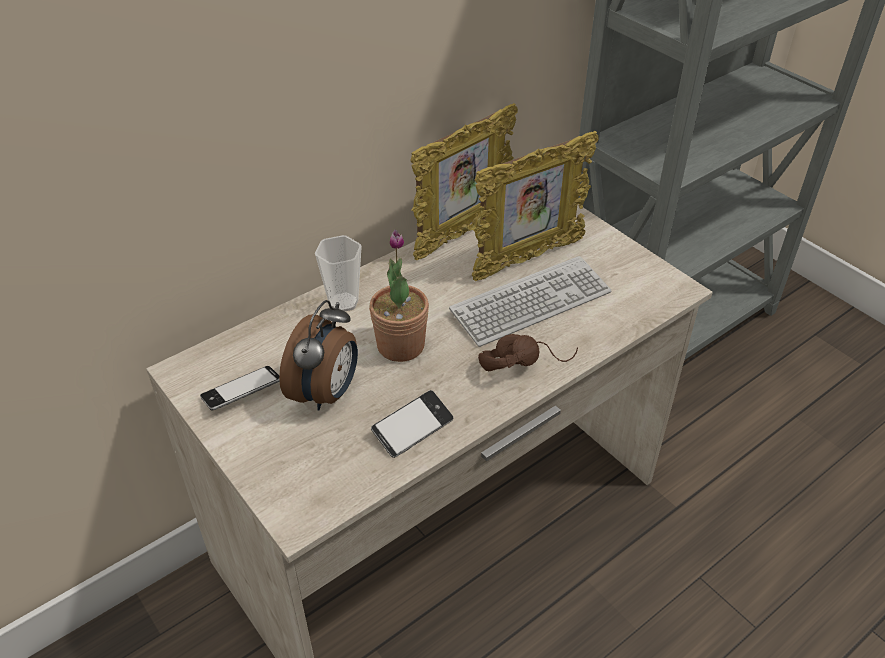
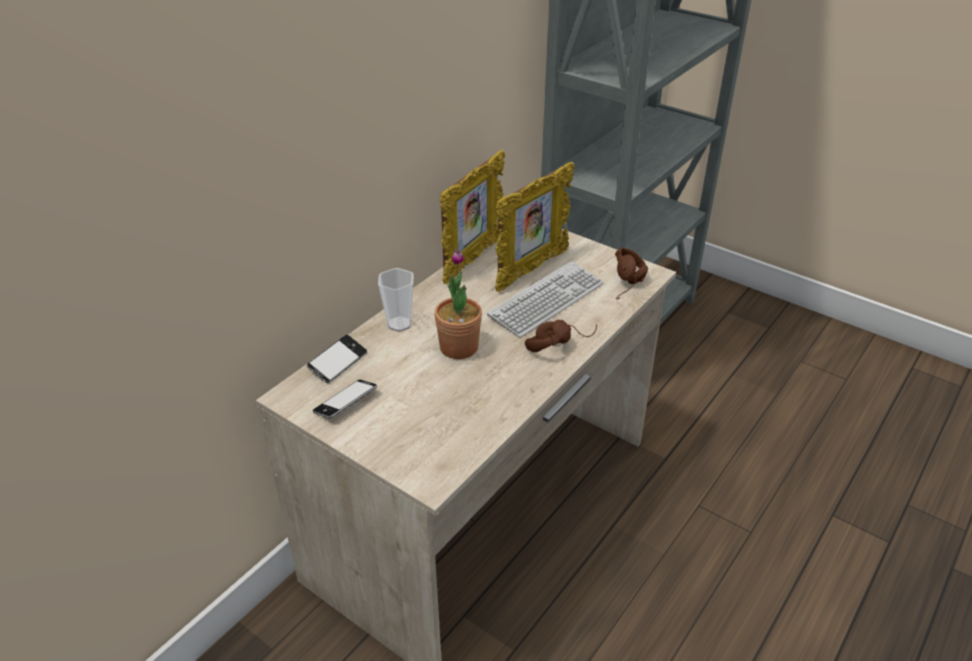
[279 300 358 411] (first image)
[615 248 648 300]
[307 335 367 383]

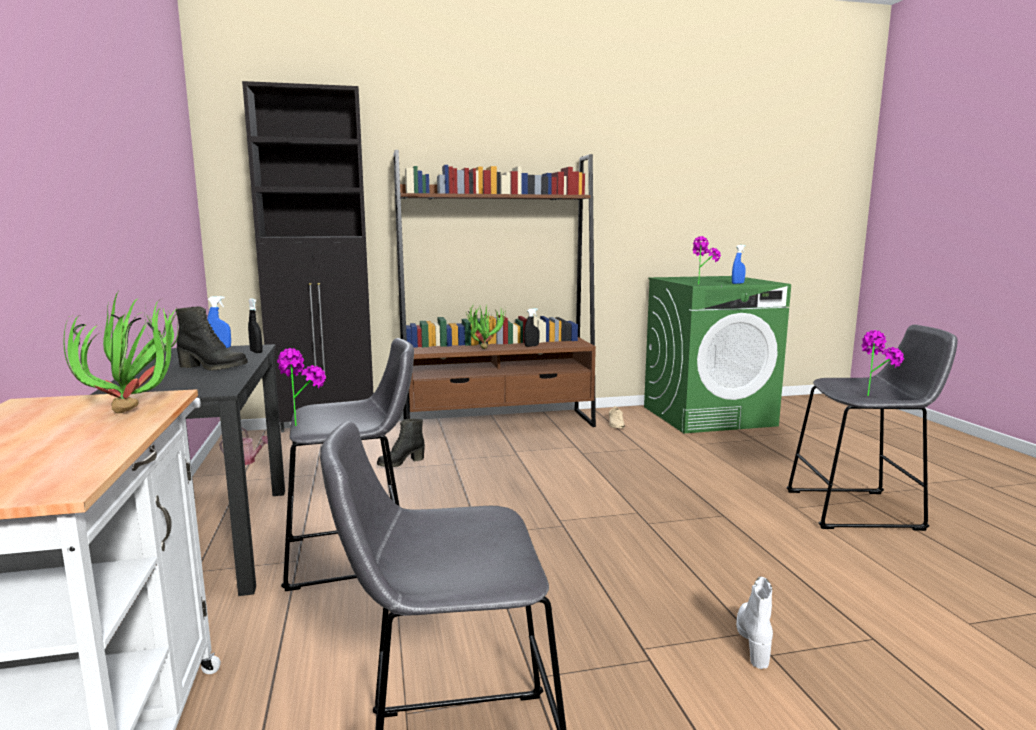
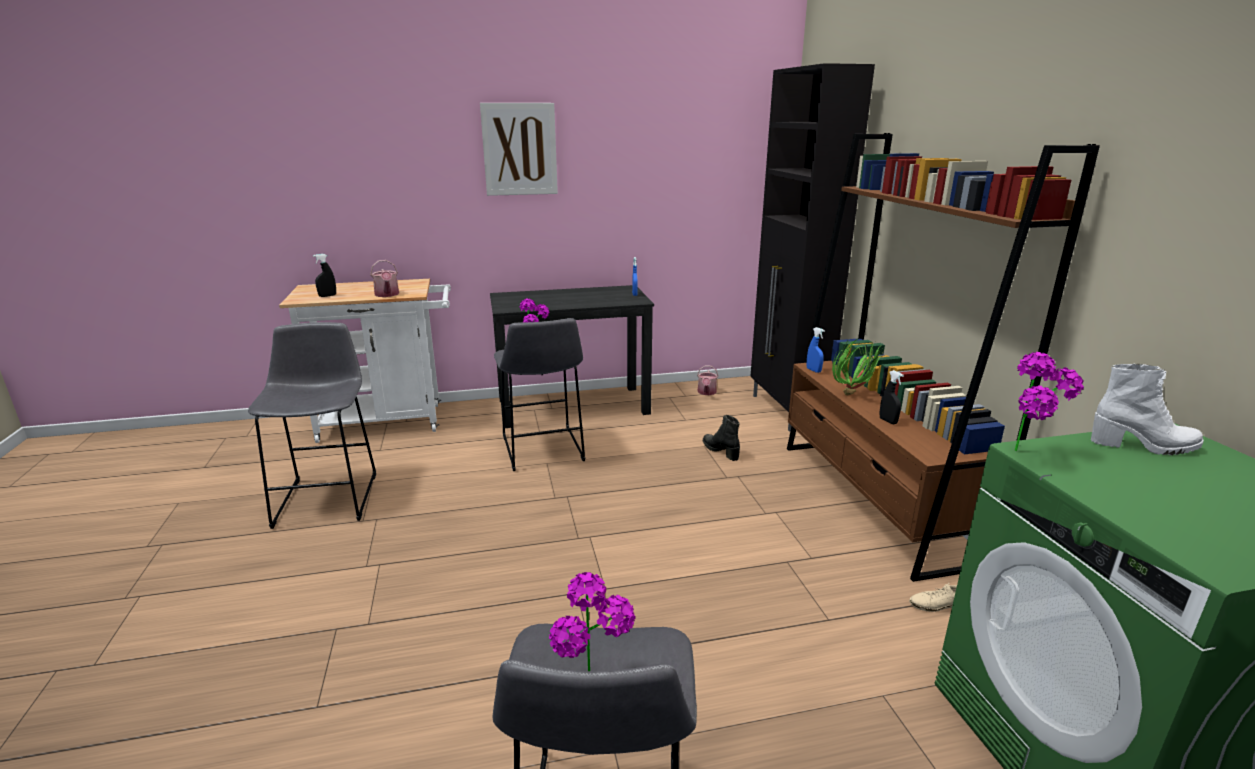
[176 306 248 371] (first image)
[480 103 558 196]
[313 254 336 297]
[806 327 825 373]
[1091 364 1204 455]
[370 260 399 297]

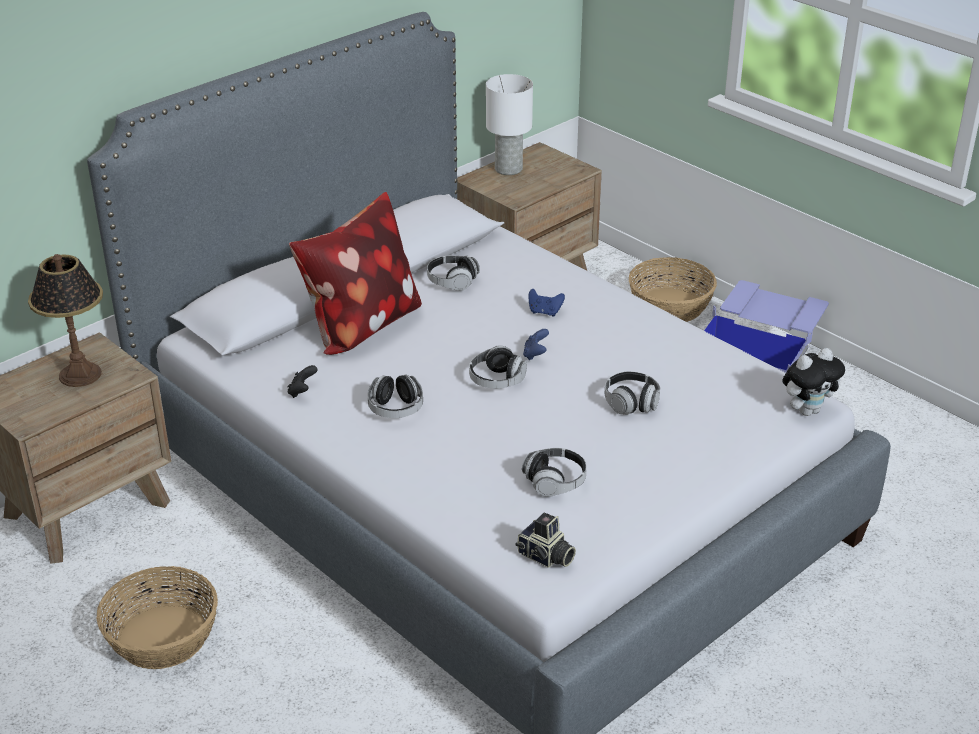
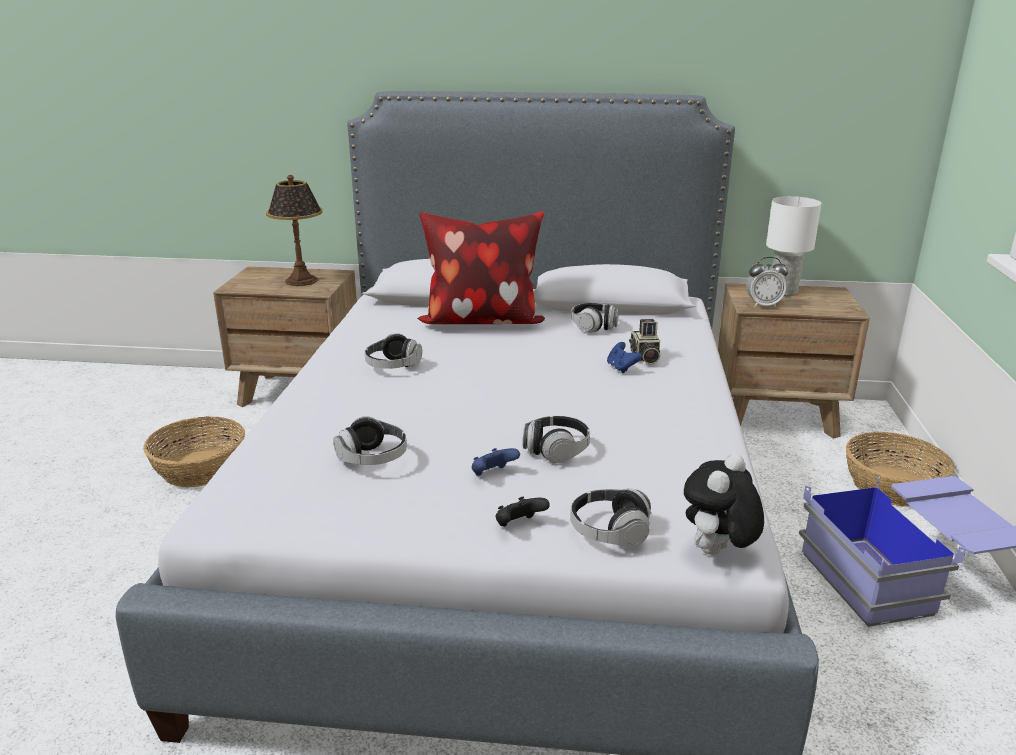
[746 257 788 307]
[496 497 550 526]
[570 488 652 547]
[629 319 660 365]
[472 448 520 476]
[684 453 764 555]

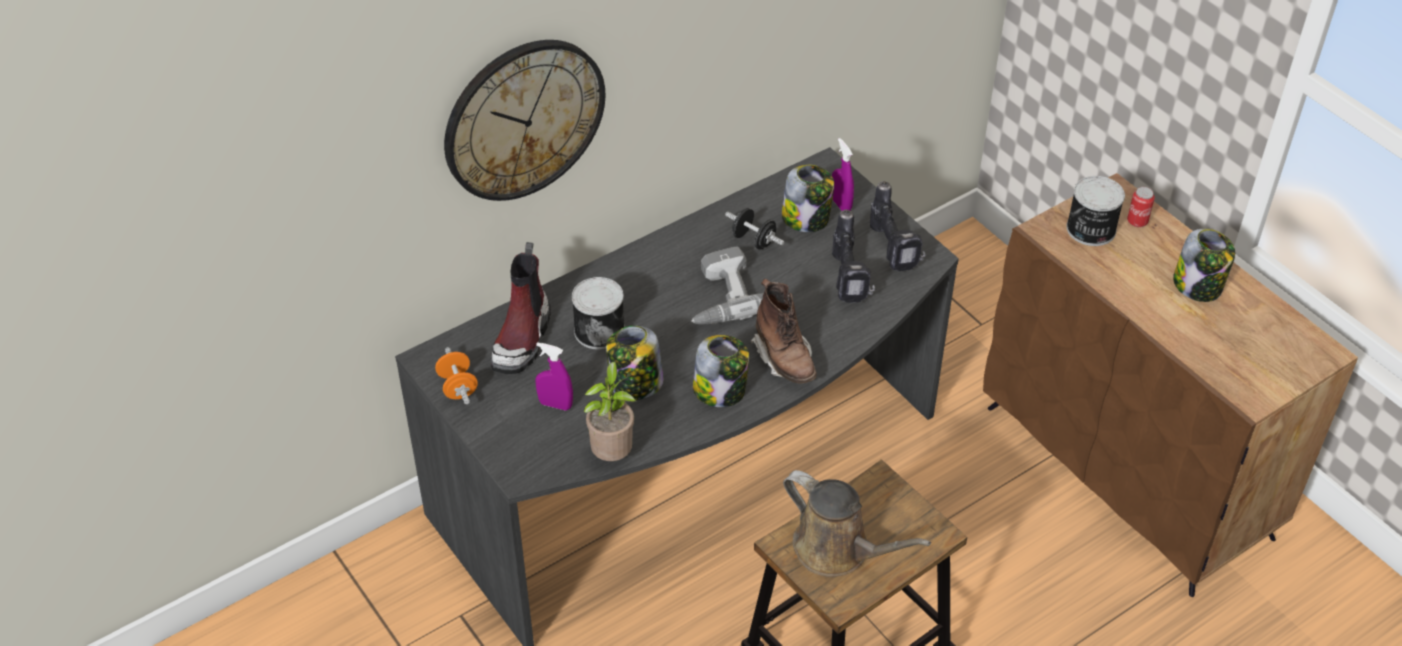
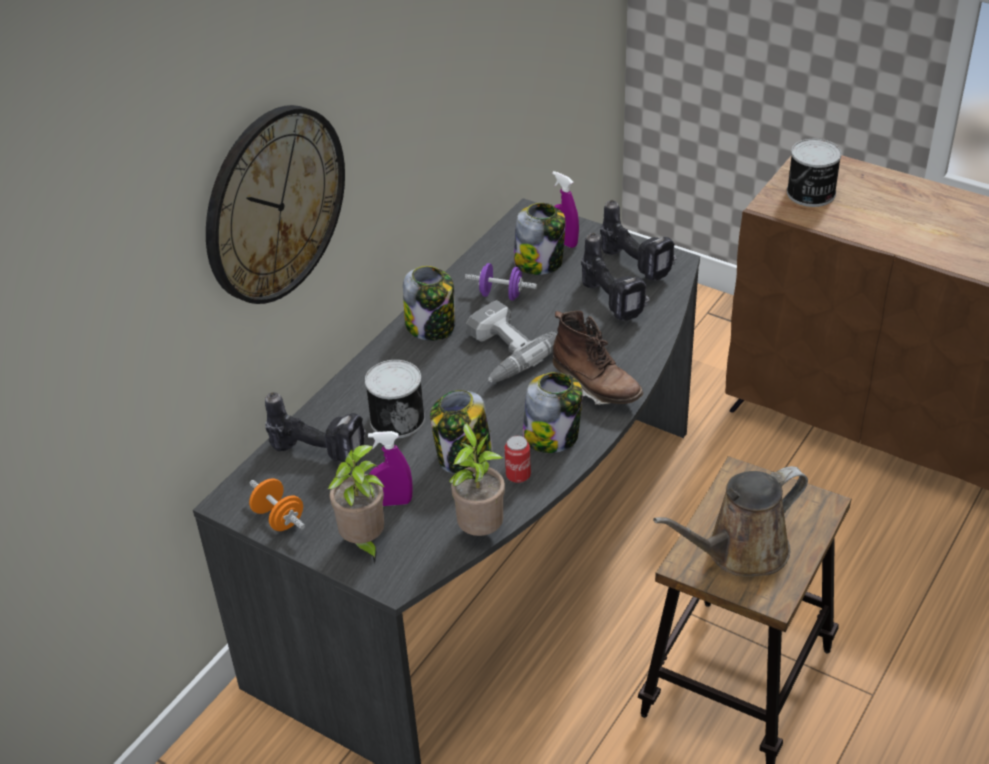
[327 445 385 564]
[505 436 531 483]
[403 266 455 341]
[265 392 366 462]
[465 263 537 301]
[653 466 808 576]

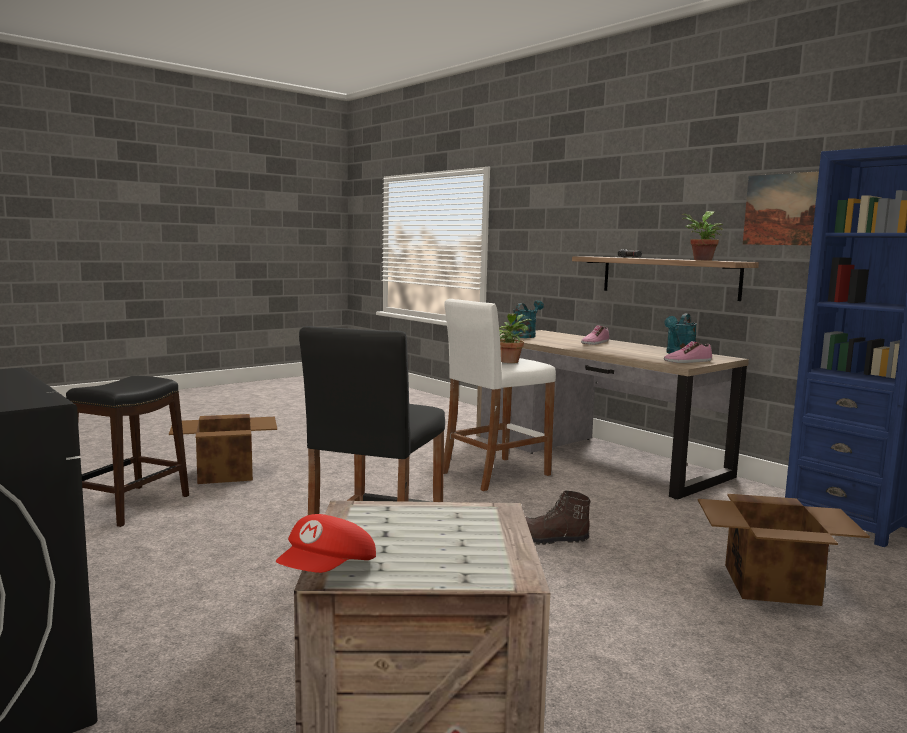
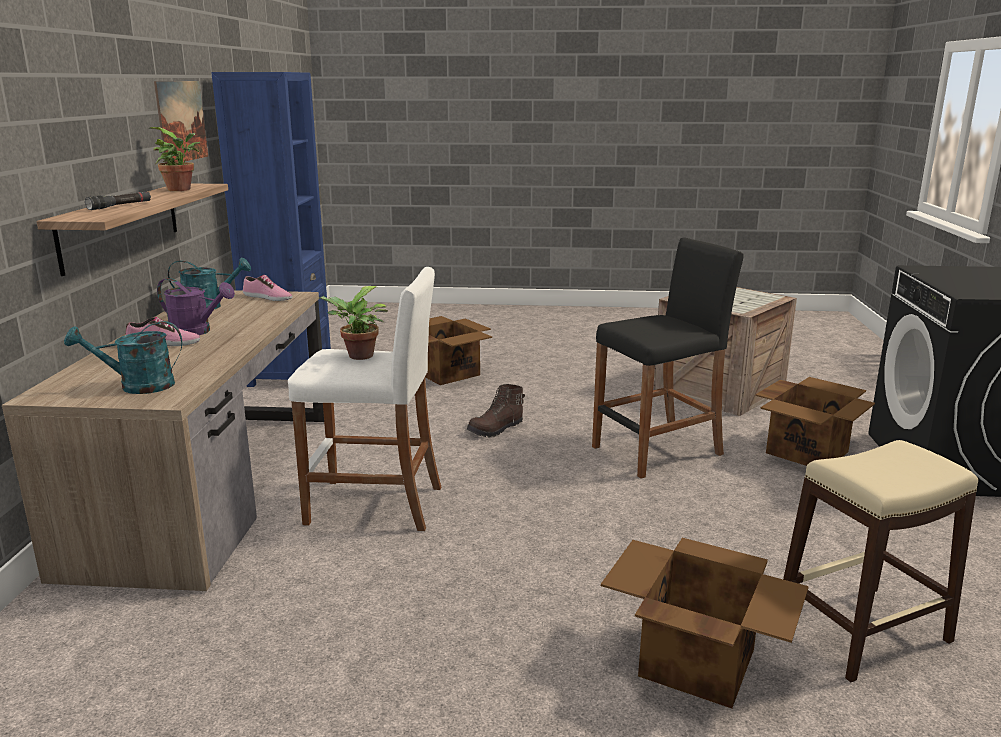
[276 514 376 573] (first image)
[157 278 235 335]
[755 377 875 466]
[783 440 978 682]
[467 384 525 437]

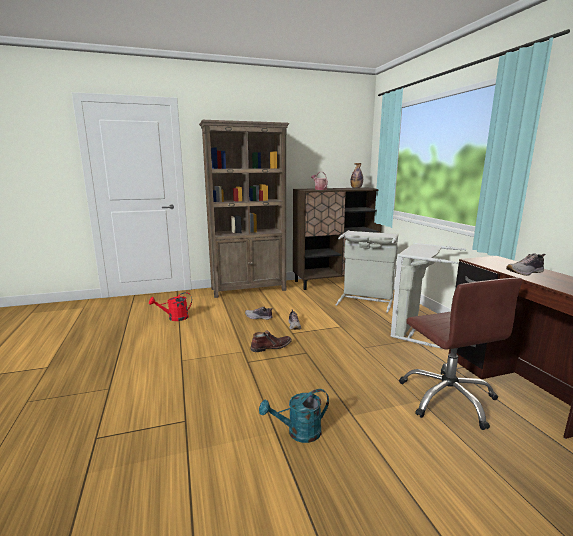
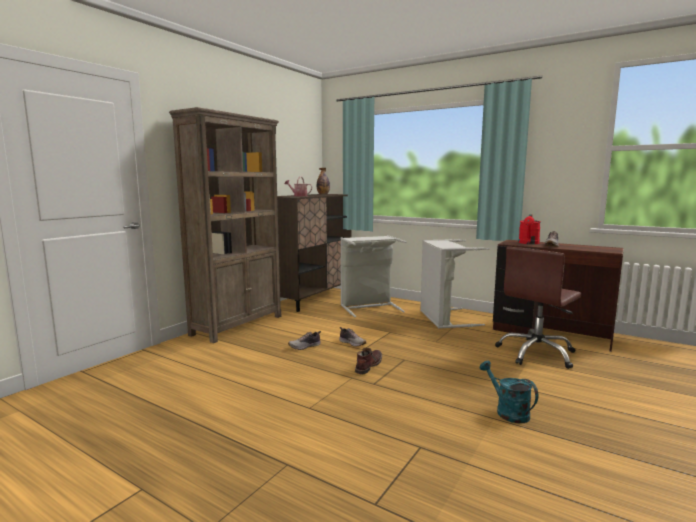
[518 214 541 244]
[480 361 538 423]
[495 247 581 369]

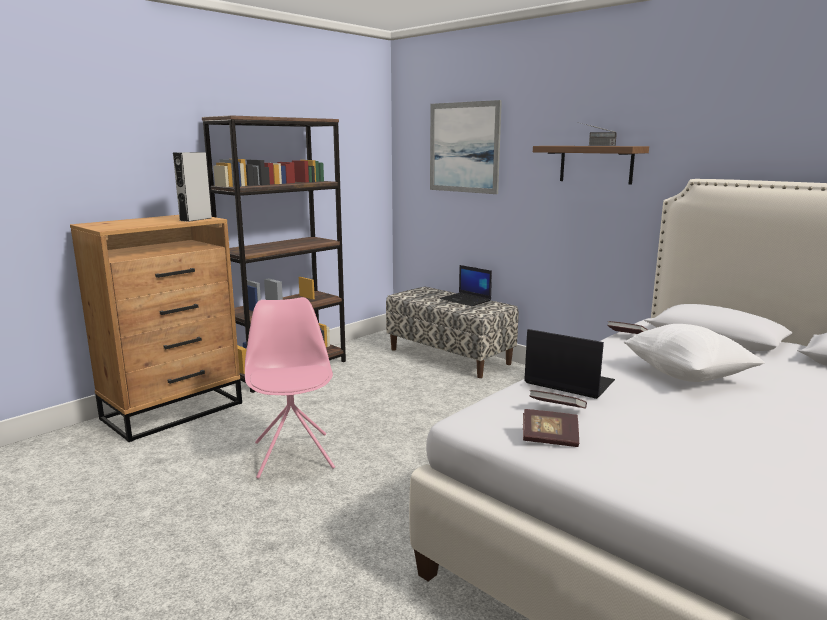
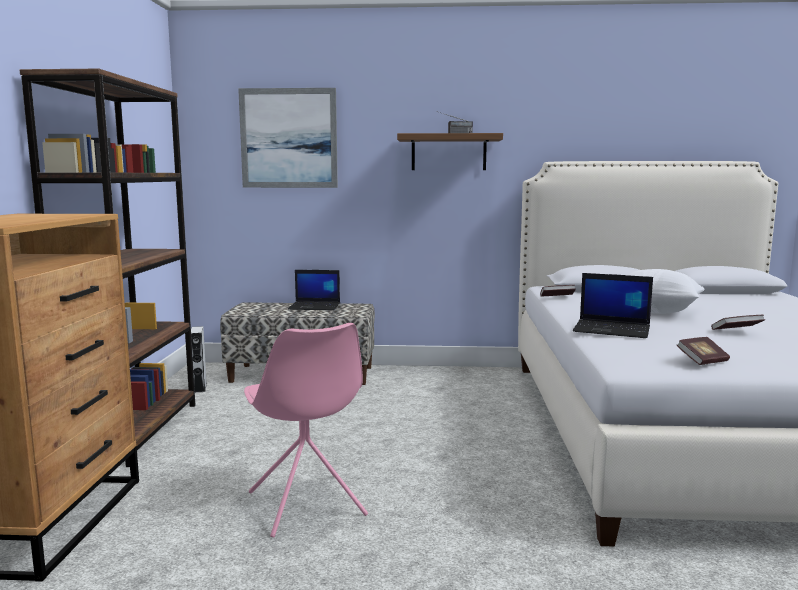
[191 326 207 393]
[711 315 765 330]
[244 323 368 538]
[573 273 653 338]

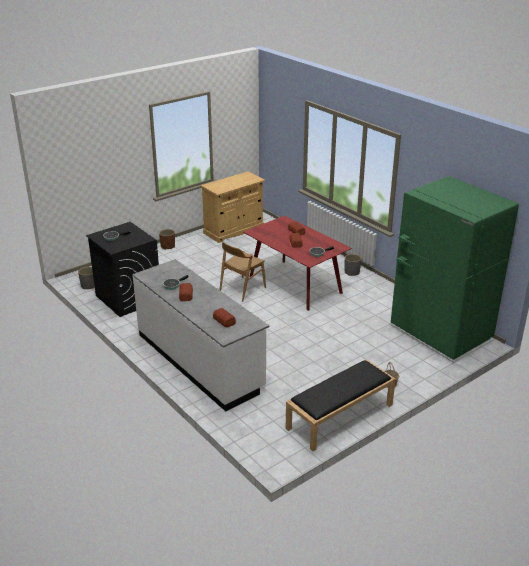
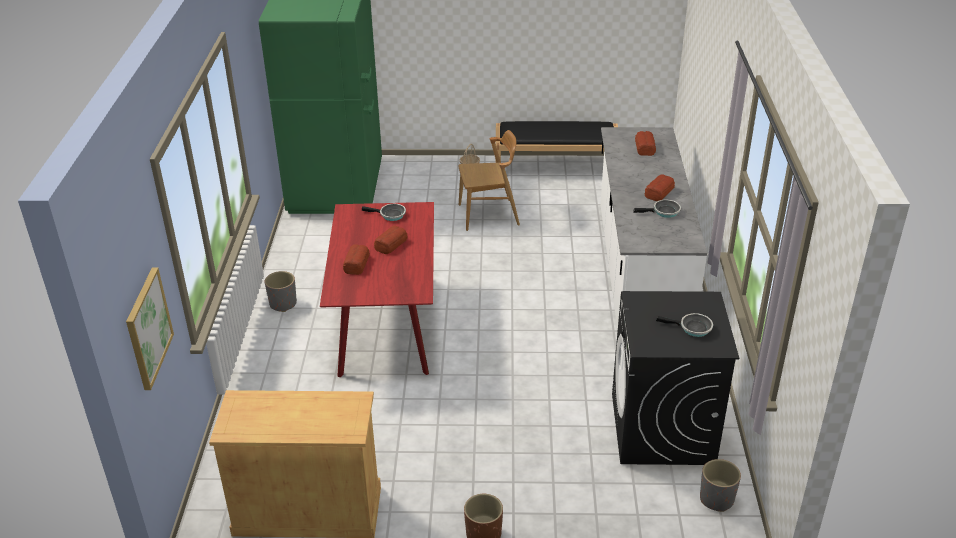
[126 268 174 390]
[458 130 520 231]

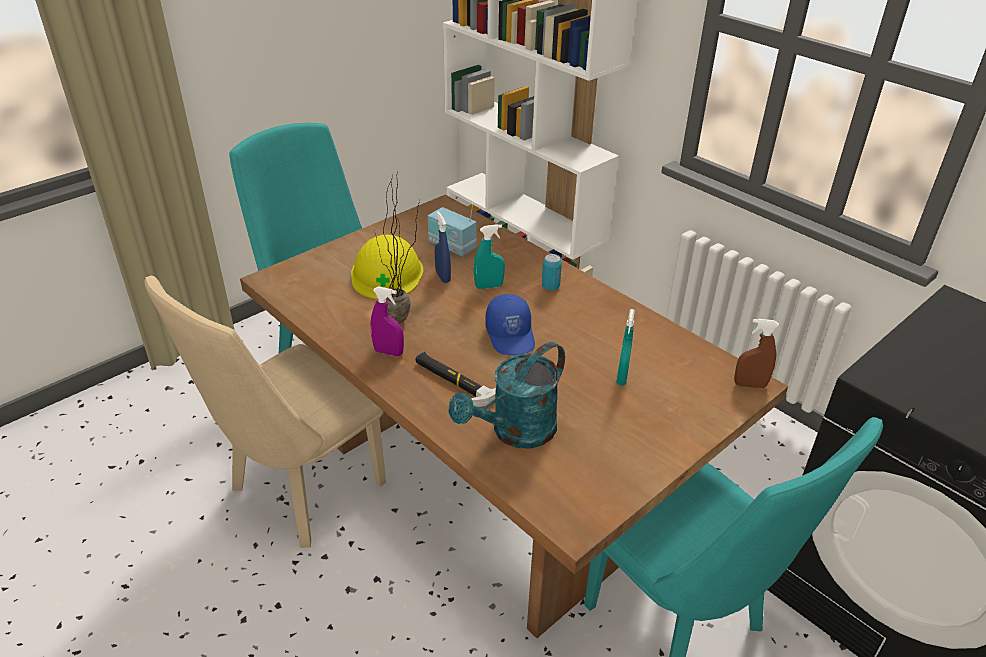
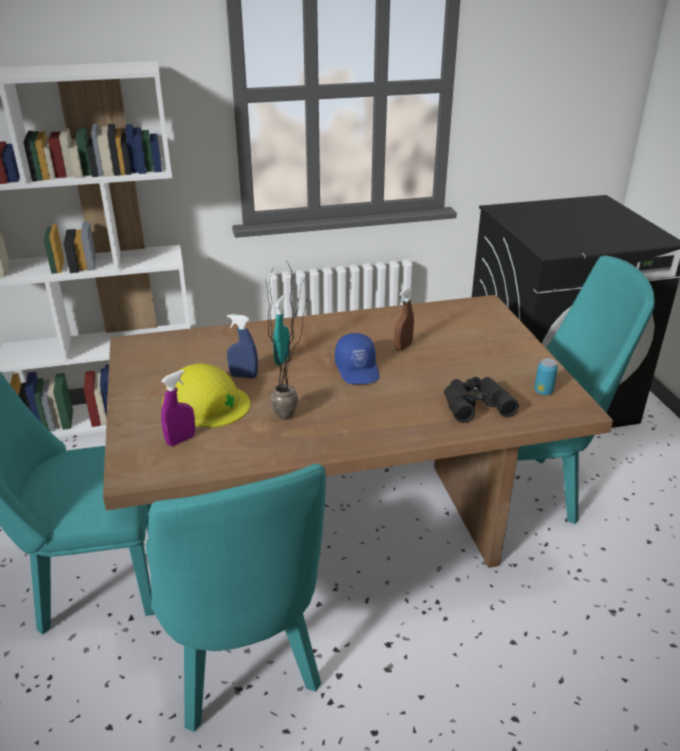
[415 352 496 407] (first image)
[428 203 477 256] (first image)
[616 309 635 385] (first image)
[161 370 195 446]
[534 358 558 395]
[394 287 414 351]
[444 377 519 423]
[146 464 326 732]
[335 333 379 384]

